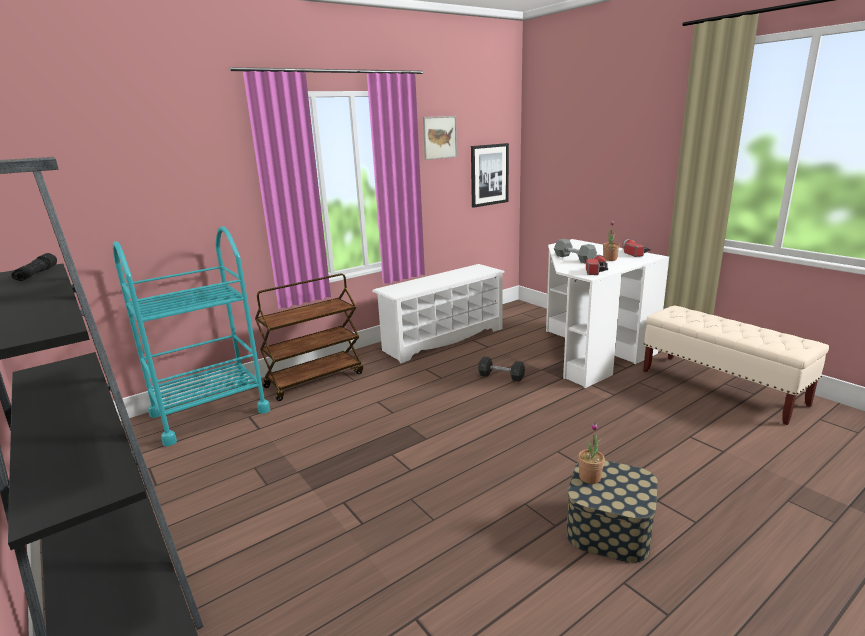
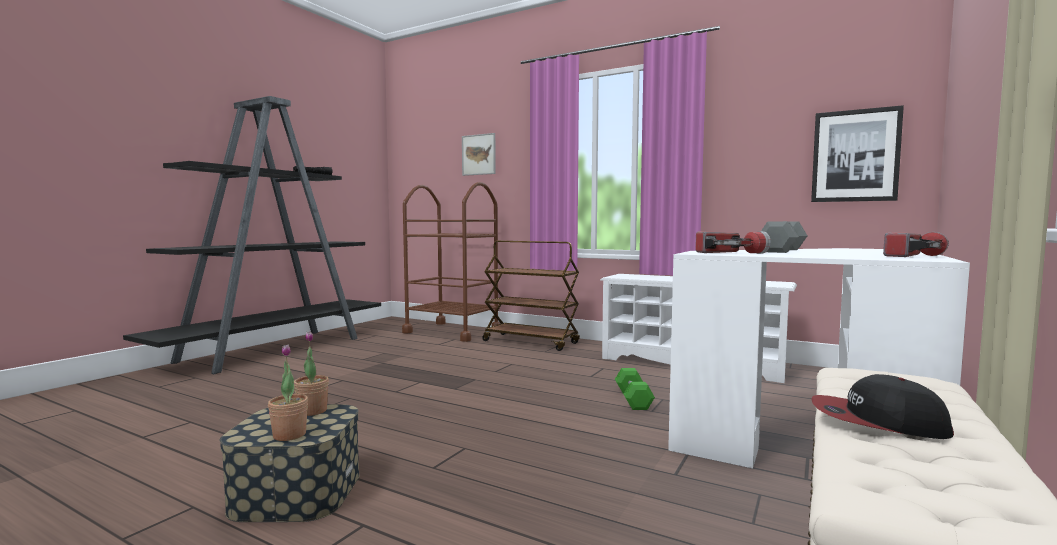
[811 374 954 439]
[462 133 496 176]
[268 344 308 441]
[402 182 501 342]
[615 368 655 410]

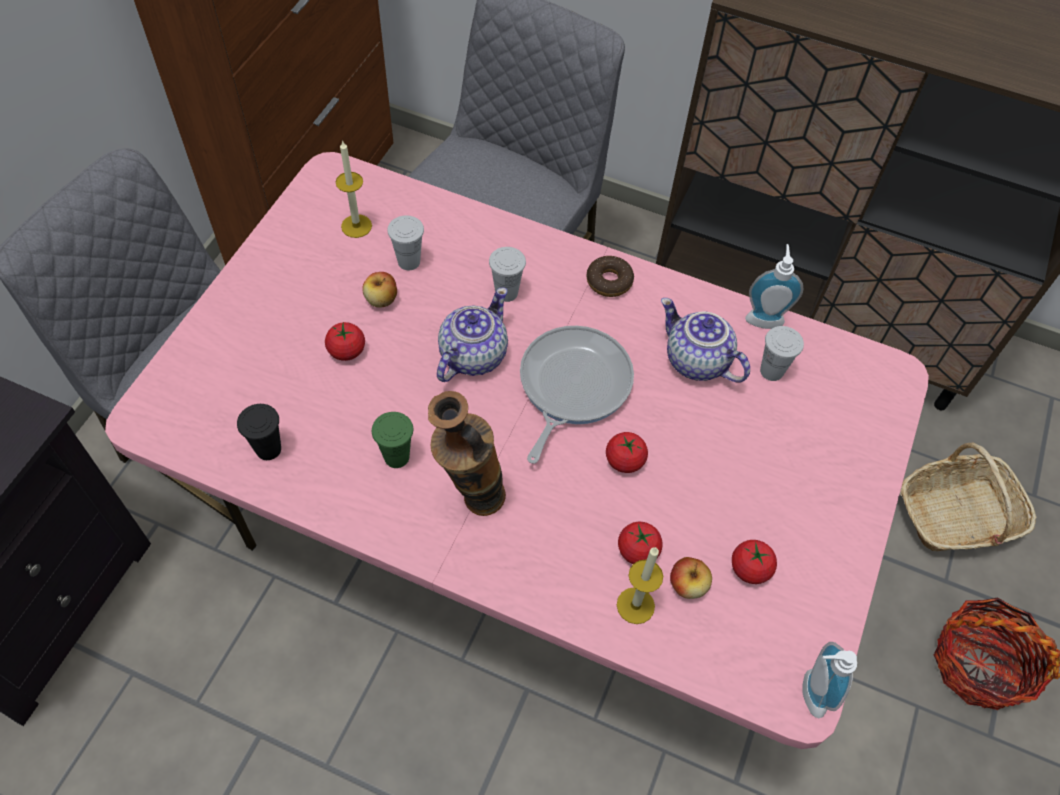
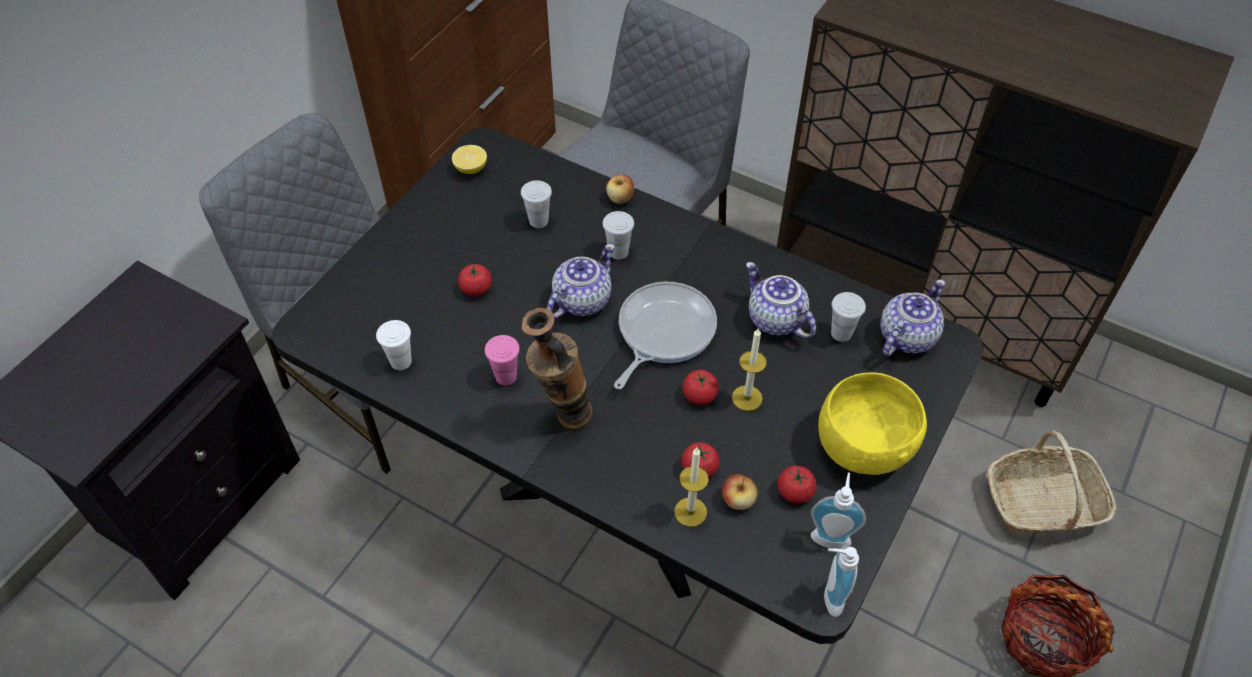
[587 256 634 297] (first image)
[452 145 487 174]
[818 372 927 475]
[880 279 945 356]
[732 329 767 411]
[606 174 634 204]
[810 473 866 549]
[271 128 984 644]
[376 320 412 370]
[485 335 520 385]

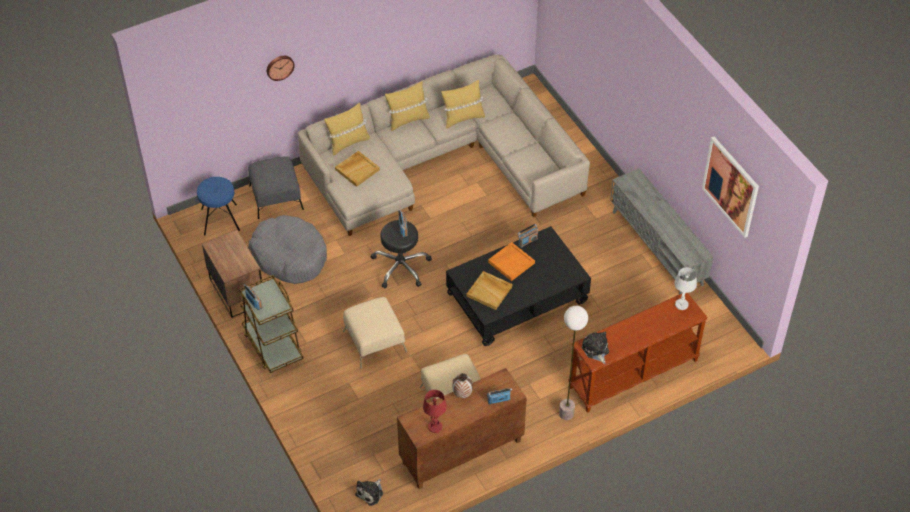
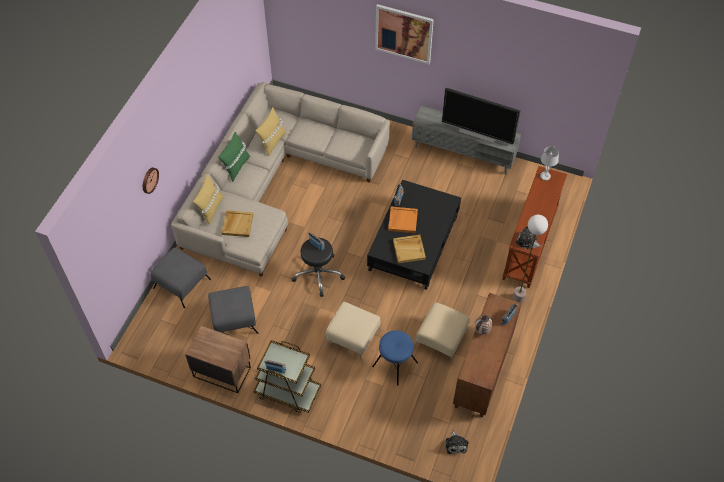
[423 390 447 433] (first image)
[442 88 521 145]
[372 330 418 386]
[375 4 434 64]
[208 286 258 334]
[218 132 250 182]

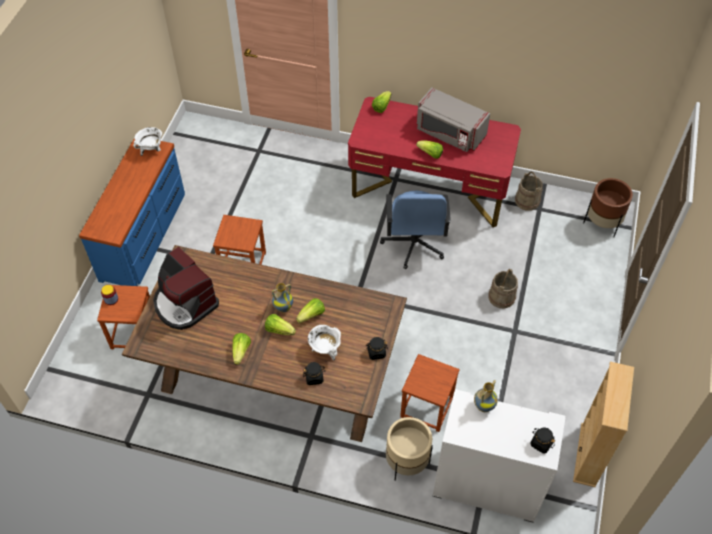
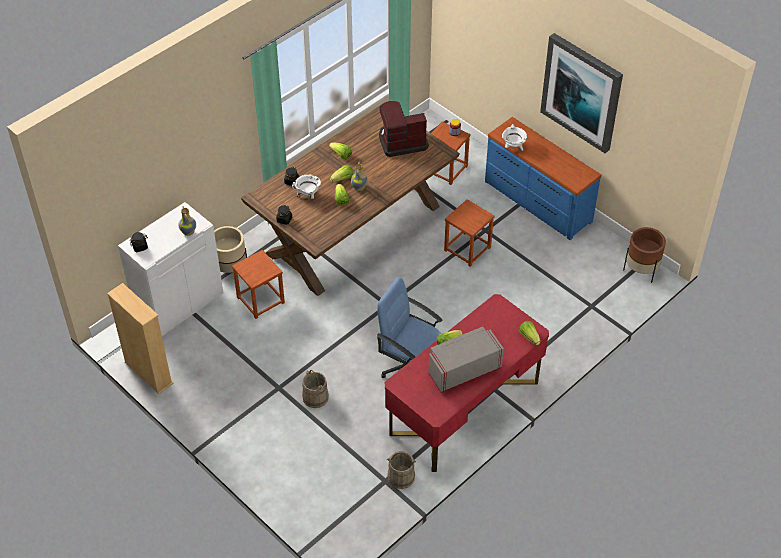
[540 33 623 153]
[502 124 527 151]
[623 227 666 283]

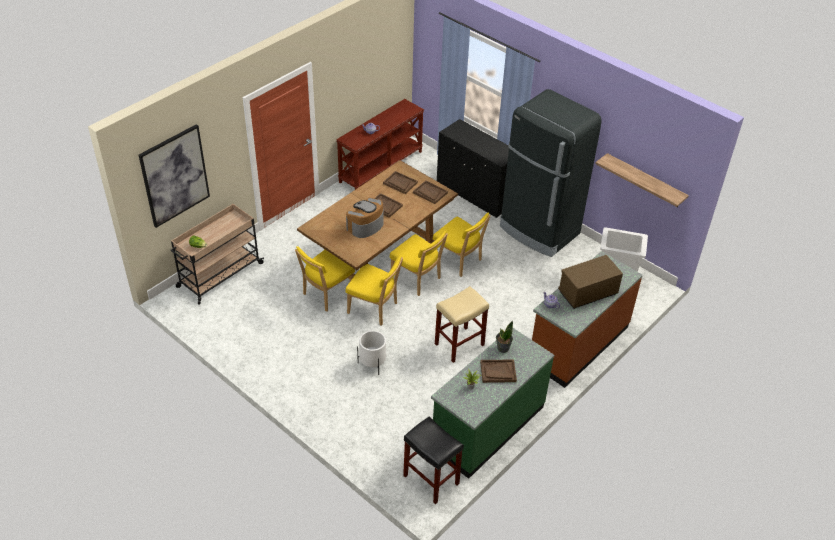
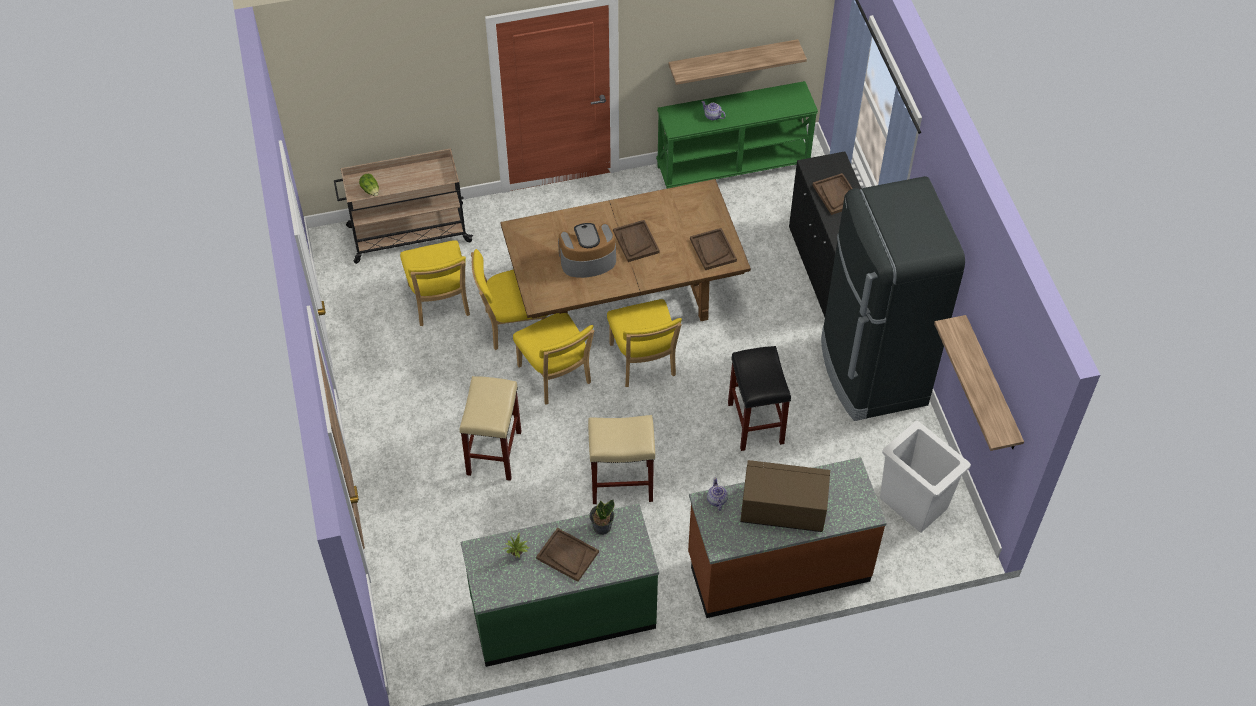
[138 124 210 228] (first image)
[668 39 807 85]
[813 173 853 215]
[728 346 791 451]
[400 240 470 326]
[460 376 521 481]
[656 81 818 189]

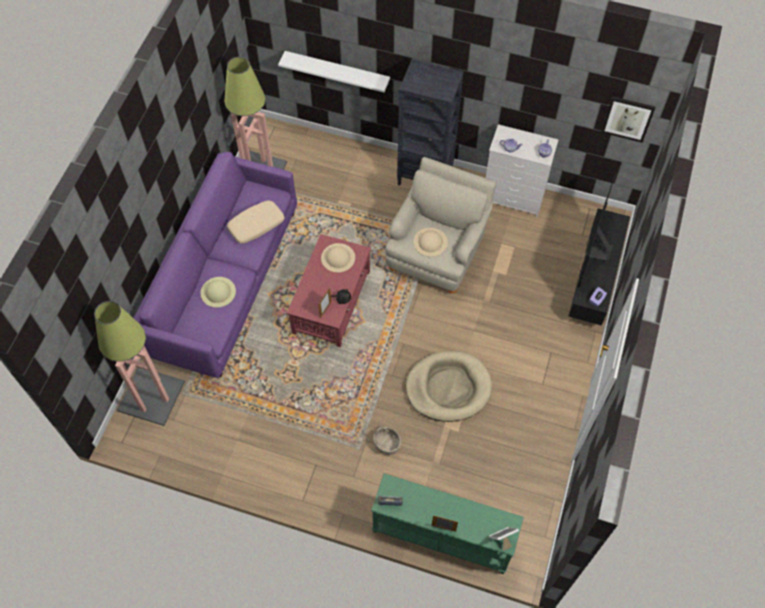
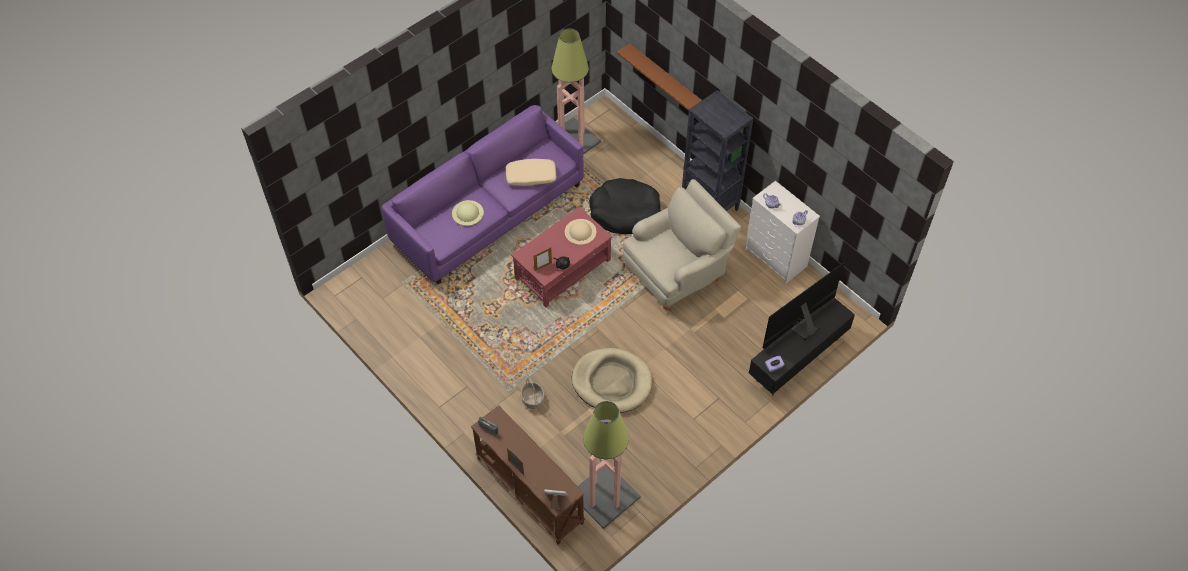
[413 228 448 257] (first image)
[601 96 655 143] (first image)
[589 178 661 234]
[578 401 641 529]
[617 43 702 111]
[471 405 585 545]

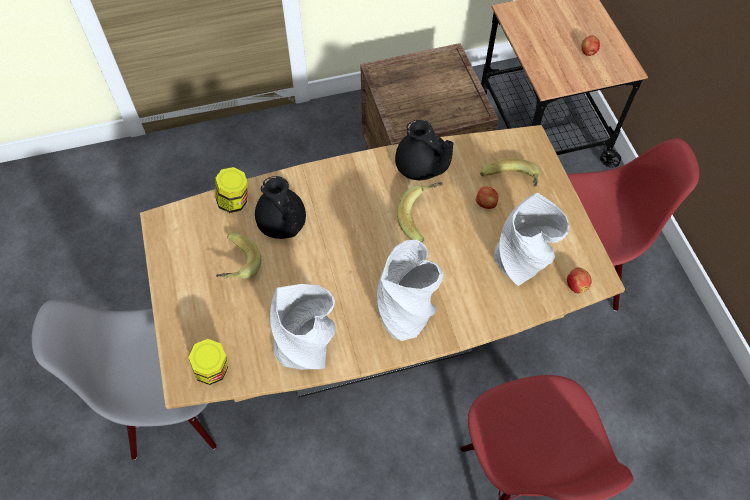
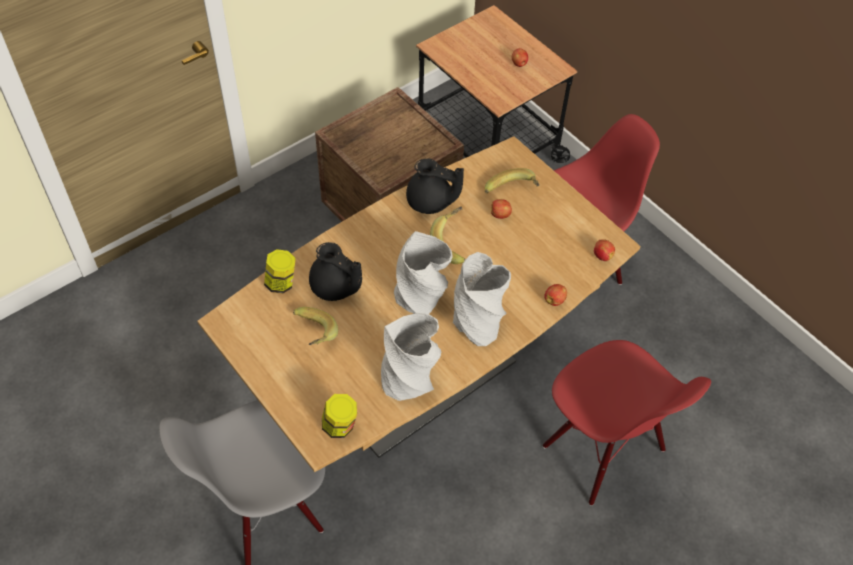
[544 284 567 306]
[394 231 453 314]

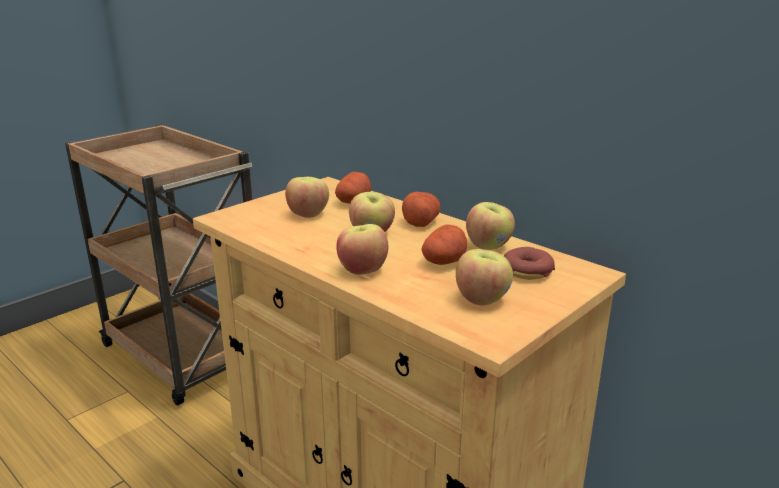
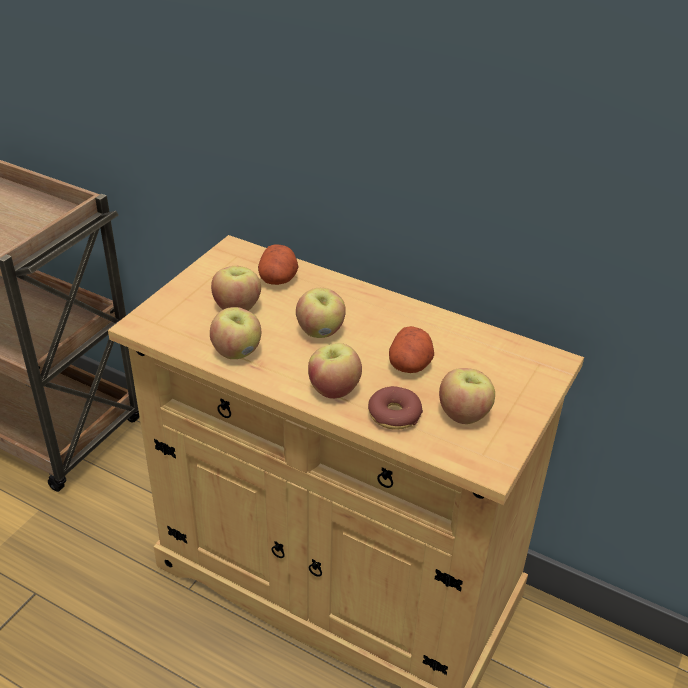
[402 192 440 227] (first image)
[210 307 261 359]
[368 386 423 430]

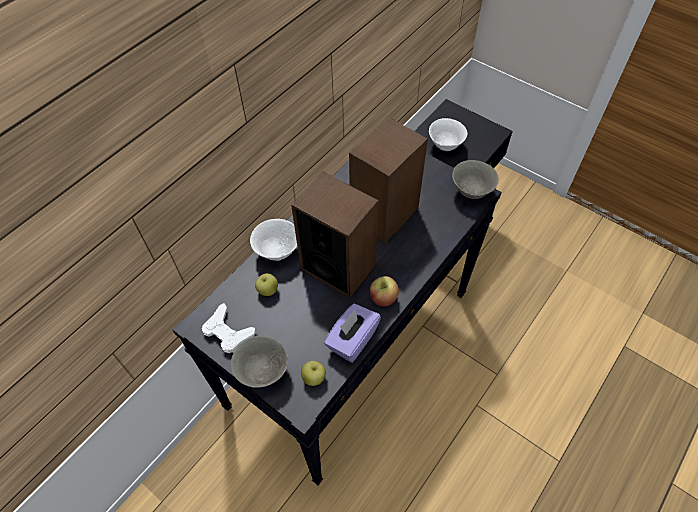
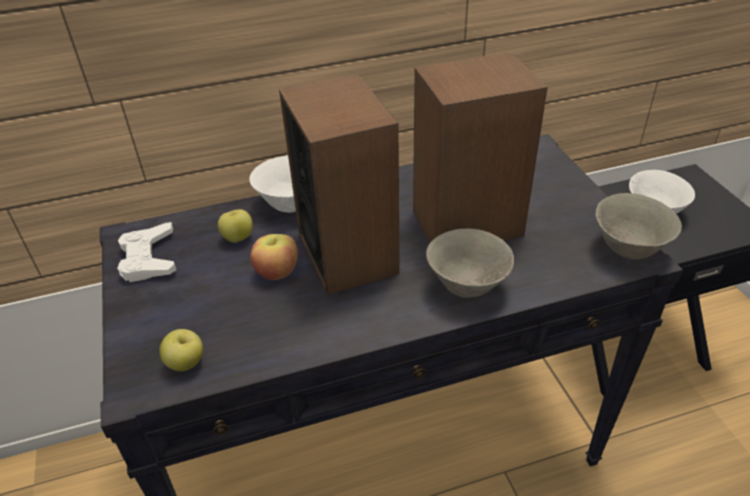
[324 304 381 363] (first image)
[426 229 514 298]
[250 234 298 280]

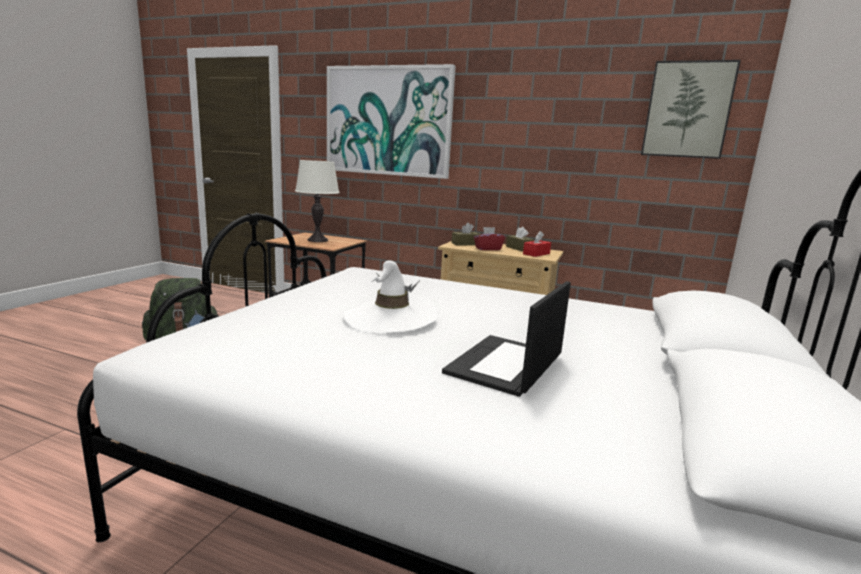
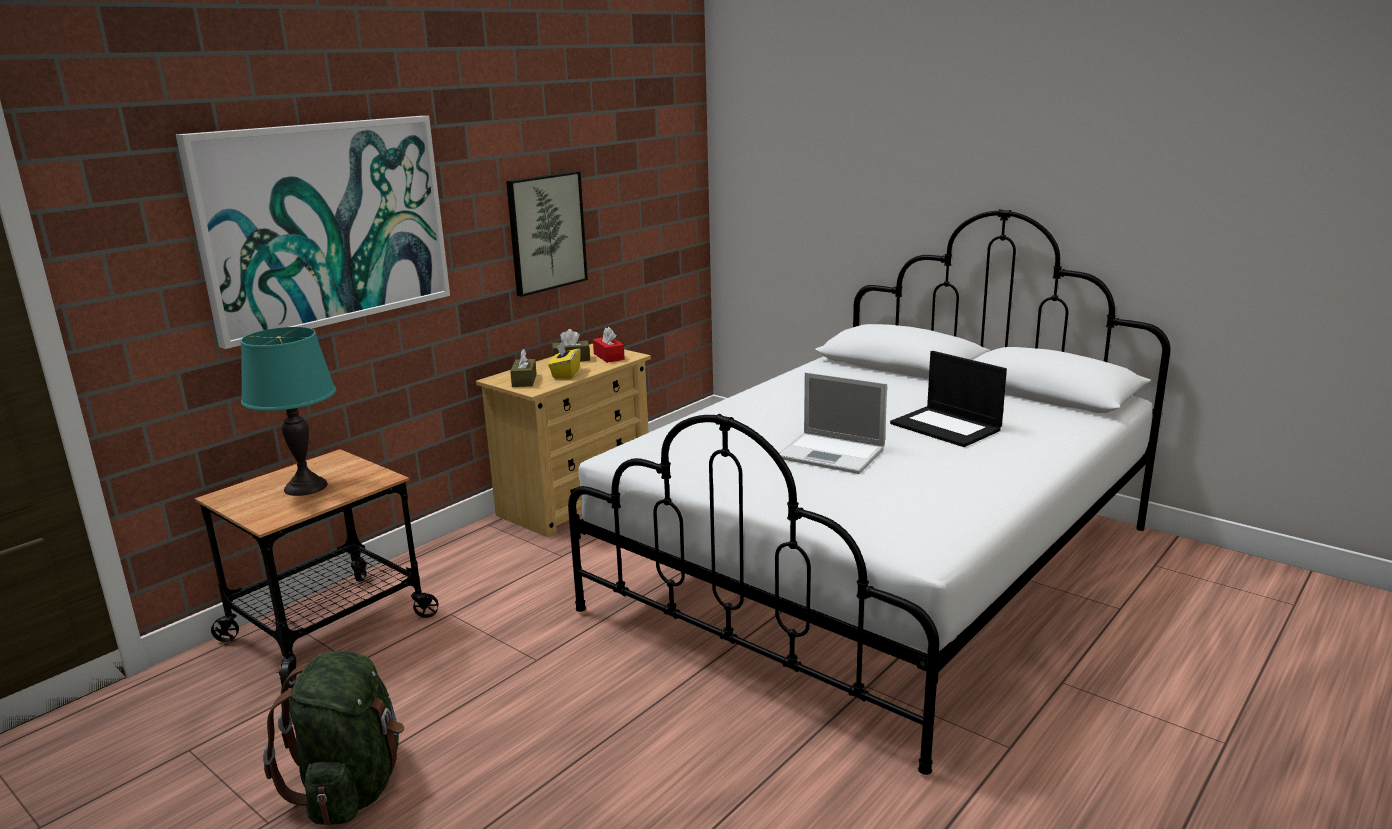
[506 171 588 297]
[779 372 887 474]
[241 327 336 496]
[548 343 581 378]

